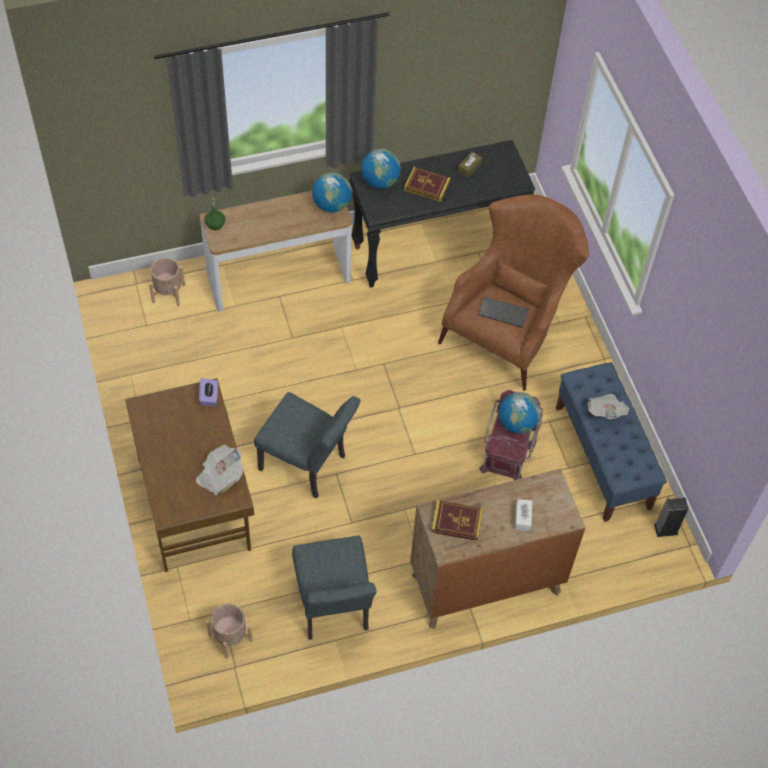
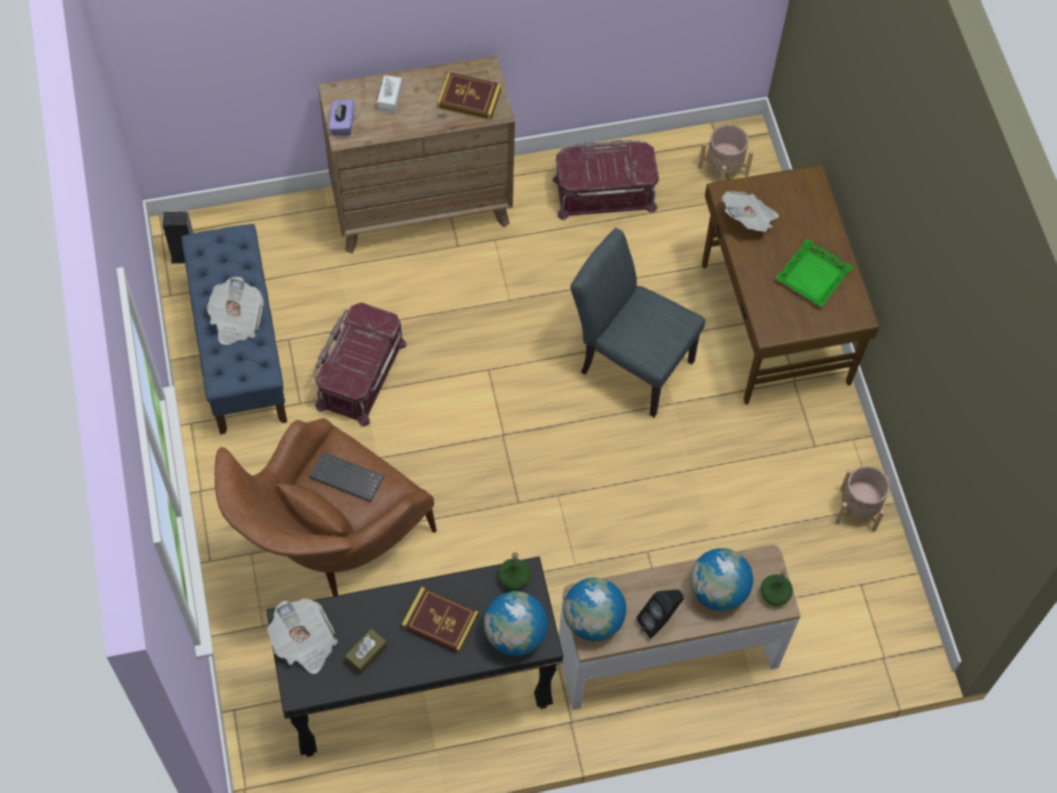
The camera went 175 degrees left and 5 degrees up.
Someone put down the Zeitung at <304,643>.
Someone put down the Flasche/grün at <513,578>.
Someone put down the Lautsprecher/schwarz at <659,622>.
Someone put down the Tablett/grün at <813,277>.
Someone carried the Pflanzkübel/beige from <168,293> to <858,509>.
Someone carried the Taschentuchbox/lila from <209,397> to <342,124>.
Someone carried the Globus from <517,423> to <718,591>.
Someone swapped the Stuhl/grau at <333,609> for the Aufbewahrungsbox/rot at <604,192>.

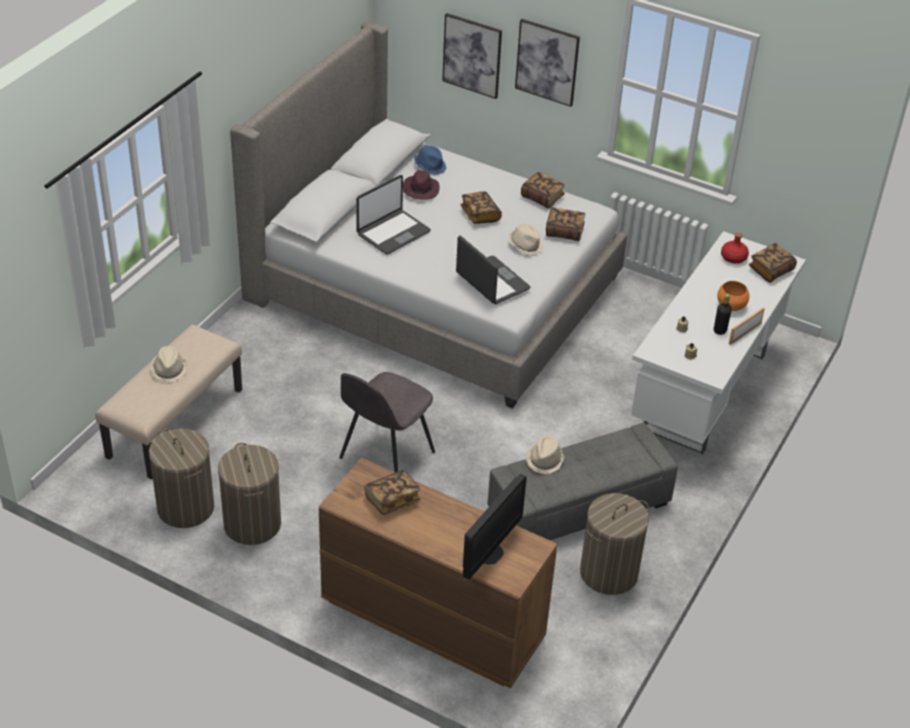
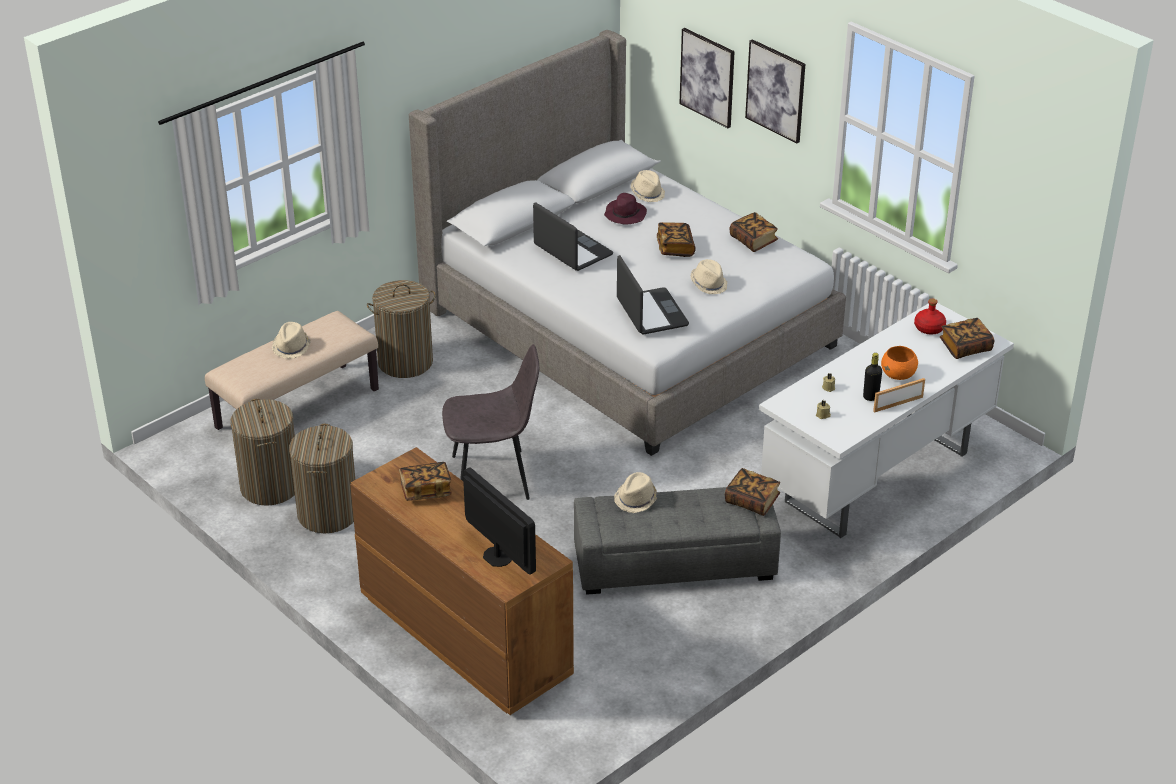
The camera went 20 degrees right and 5 degrees down.
Someone carried the Buch from <564,232> to <752,501>.
Someone carried the Wäschekorb from <608,573> to <405,362>.
Someone repainted the Hut/blau at <430,166>, which became the Hut/beige at <647,193>.
Someone rotated the Stuhl/grau at <385,456> by 150 degrees counterclockwise.
Someone rotated the Laptop at <393,232> by 105 degrees counterclockwise.
Someone rotated the Monitor at <489,553> by 90 degrees counterclockwise.

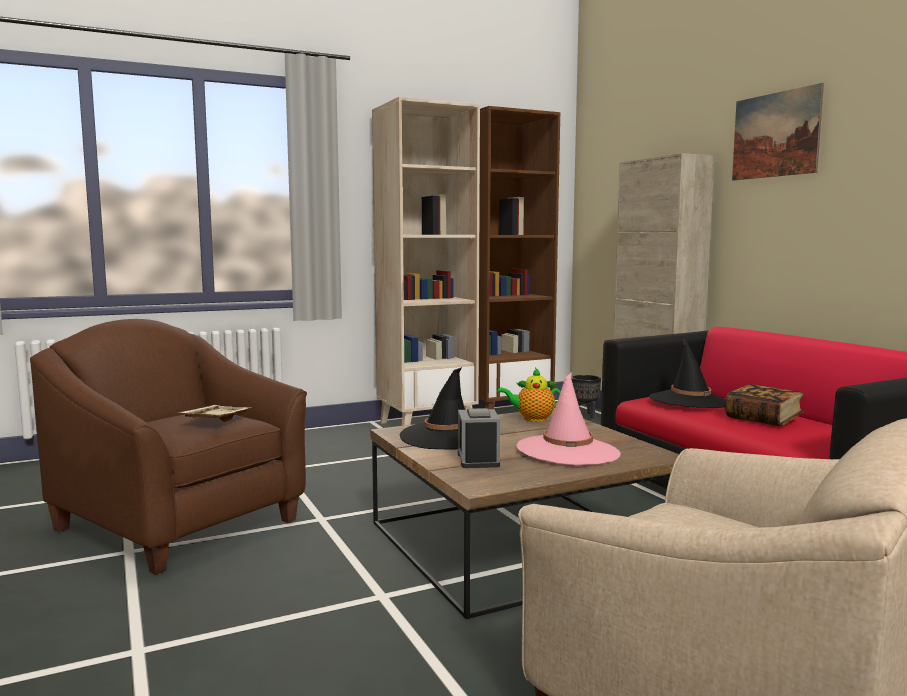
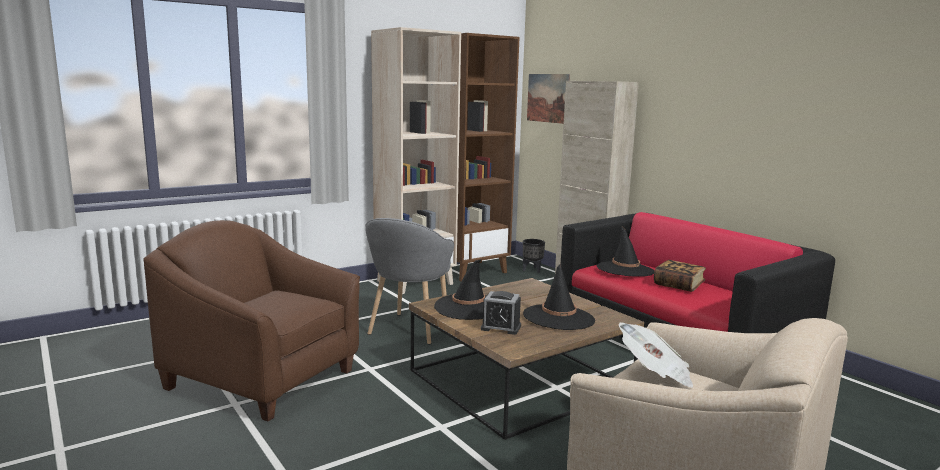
The camera went 10 degrees left and 5 degrees up.
Someone took away the Tablett/beige at <215,420>.
Someone took away the Teekanne at <532,419>.
Someone put down the Sessel/grau at <409,329>.
Someone put down the Zeitung at <655,373>.
Someone carried the Bild from <775,135> to <548,98>.
Someone repainted the Hut/rosa at <568,451>, which became the Hut/schwarz at <558,318>.
Someone rotated the Wecker at <478,459> by 60 degrees counterclockwise.

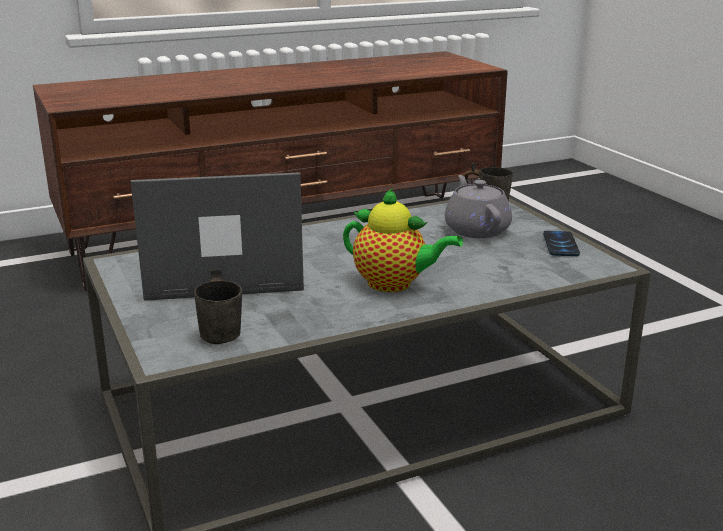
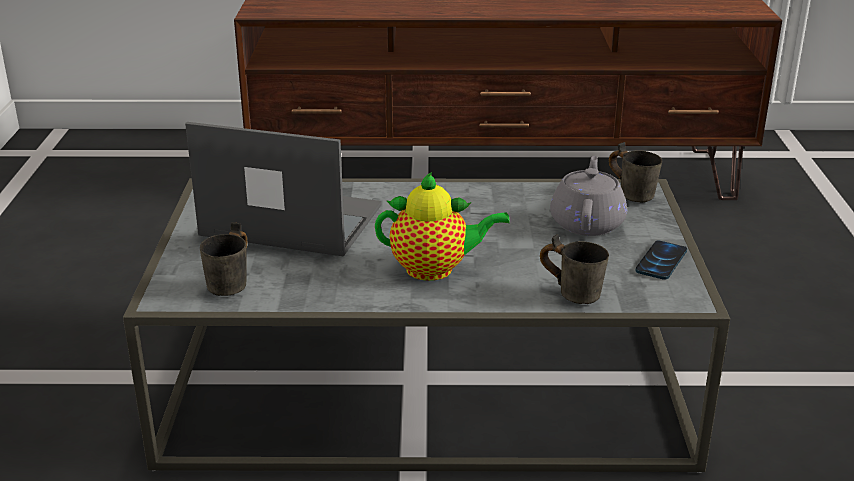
The camera went 25 degrees right and 5 degrees up.
Someone put down the Henkelbecher/grau at <574,291>.
Someone rotated the Teekanne at <394,284> by 45 degrees counterclockwise.

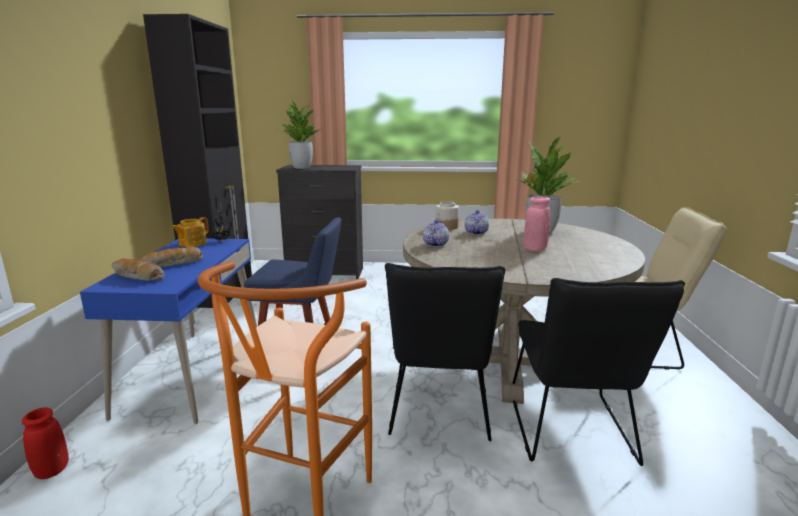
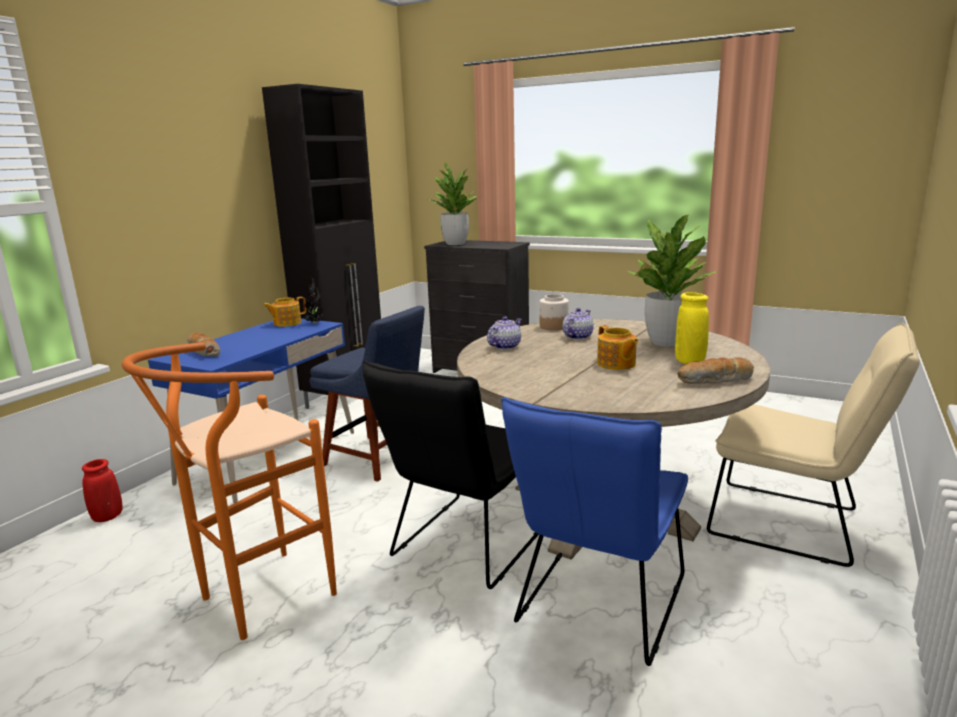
The camera went 25 degrees right and 0 degrees up.
Someone put down the Vase/gelb at <689,361>.
Someone carried the Brot from <173,264> to <716,381>.
Someone swapped the Vase/rosa at <535,249> for the Teekanne at <616,364>.
Someone repainted the Stuhl/schwarz at <571,433>, which became the Stuhl/blau at <597,606>.

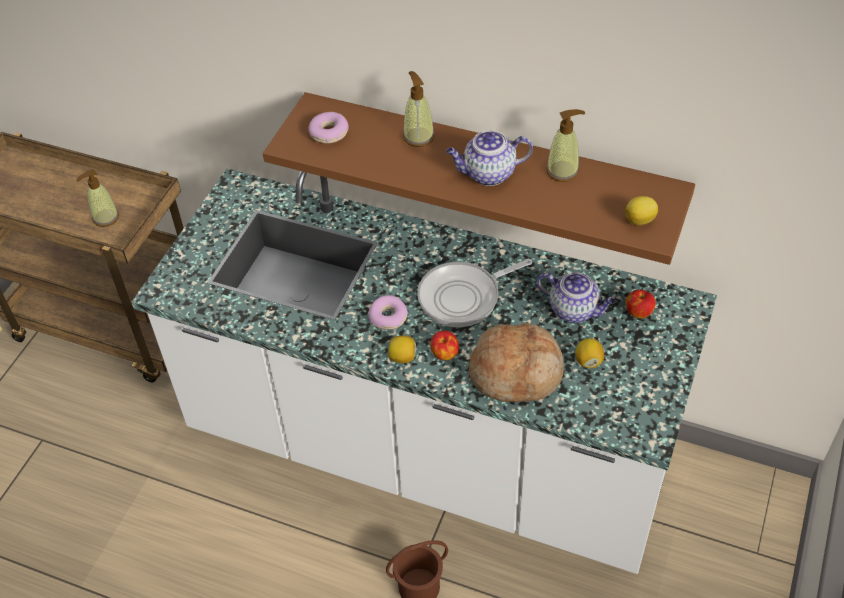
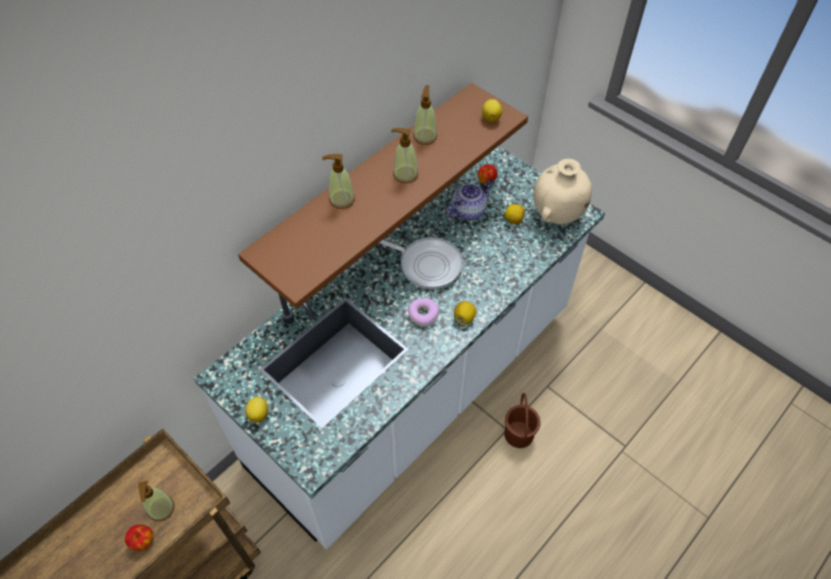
The camera went 70 degrees left and 5 degrees up.
Someone took away the Donut at <329,133>.
Someone took away the Brot at <516,372>.
Someone put down the Zitrone at <259,413>.
Someone put down the Vase/beige at <557,215>.
Someone carried the Apfel from <444,354> to <143,541>.
Someone swapped the Teekanne at <488,174> for the Seifenspender at <405,174>.
Someone rotated the Pfanne at <463,297> by 60 degrees counterclockwise.

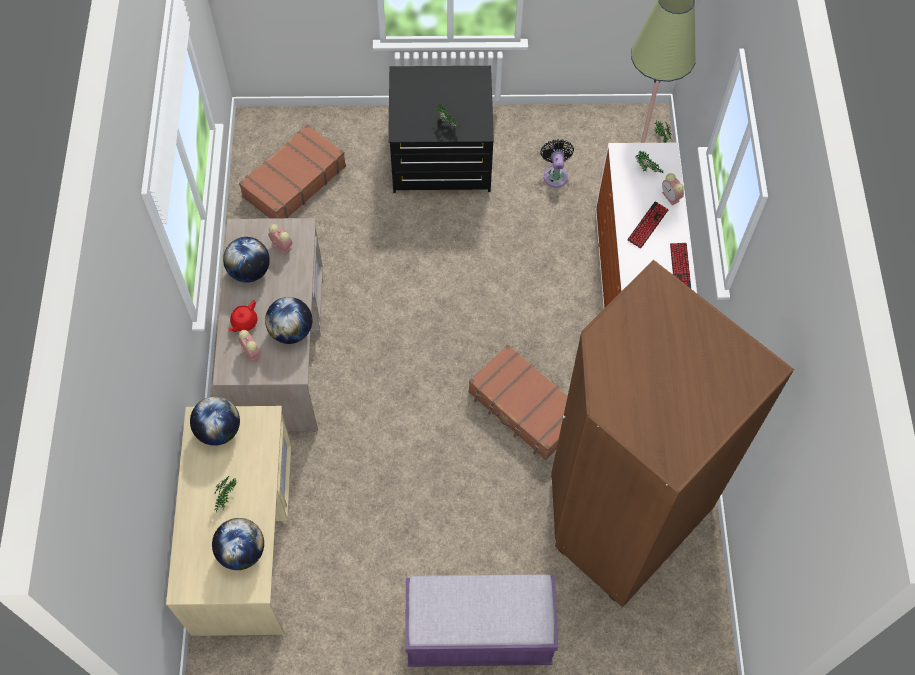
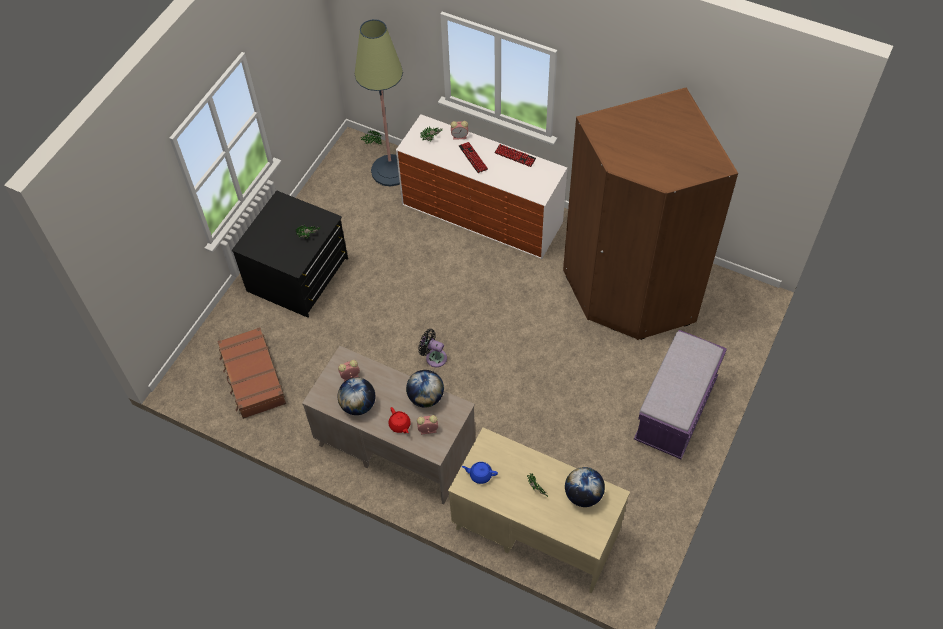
The camera went 60 degrees left and 5 degrees down.
Someone took away the Koffer/braun at <525,408>.
Someone carried the Ventilator/schwarz from <555,174> to <434,357>.
Someone swapped the Globus at <219,430> for the Teekanne/blau at <480,474>.

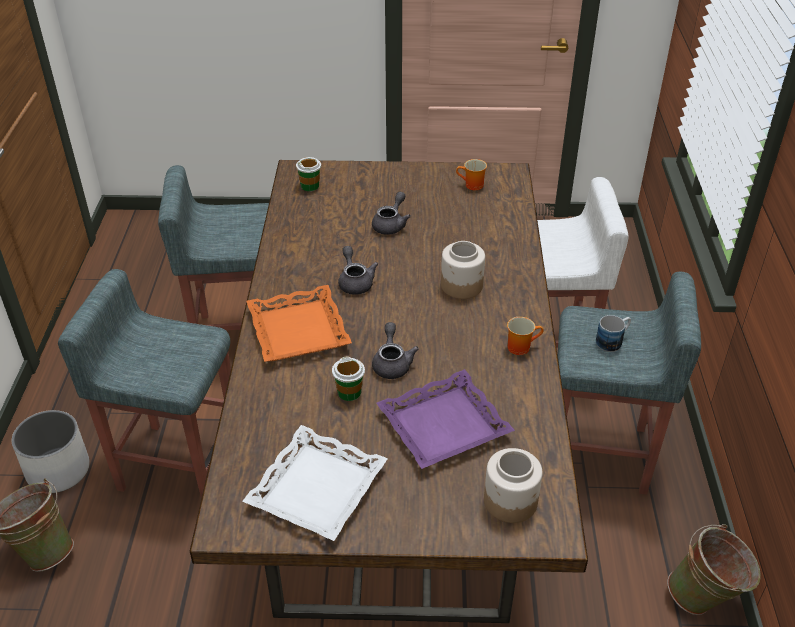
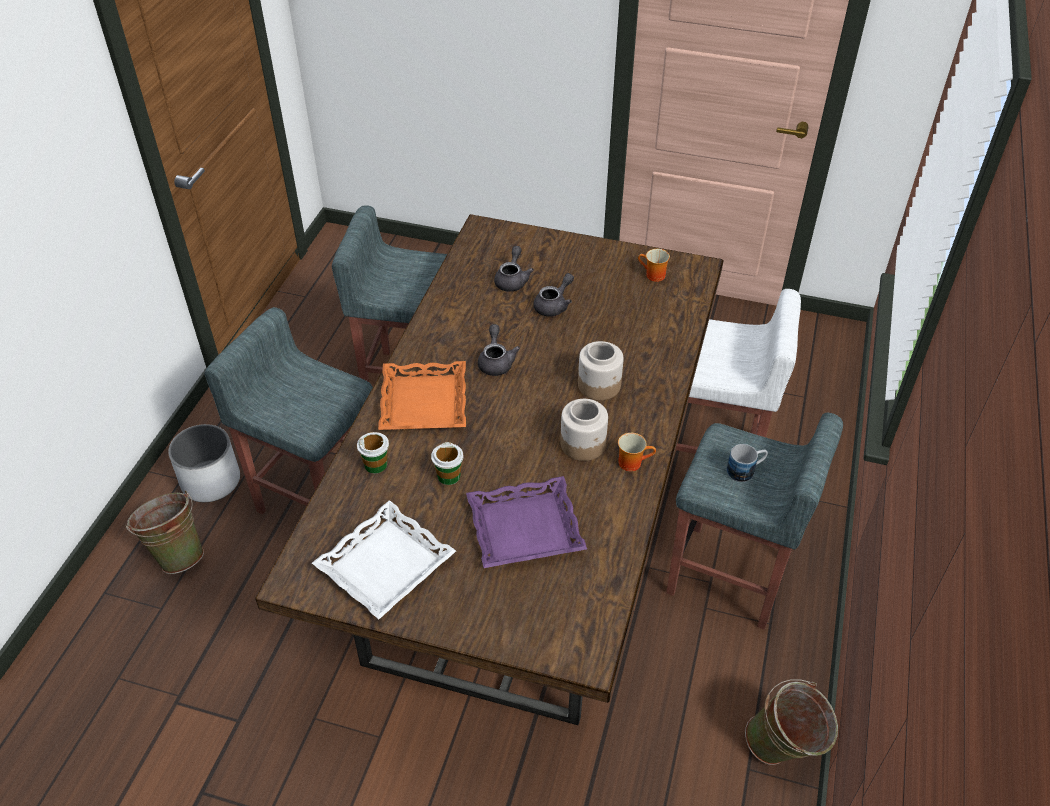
The camera went 15 degrees right and 5 degrees up.
Someone carried the Tasse from <310,186> to <376,464>.
Someone carried the Teekanne/grau from <392,363> to <512,280>.
Someone carried the Vorratsglas from <511,501> to <583,444>.

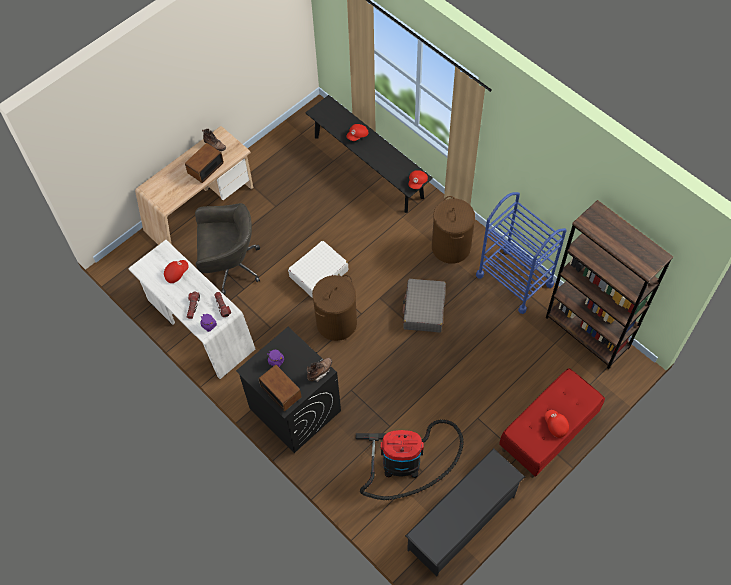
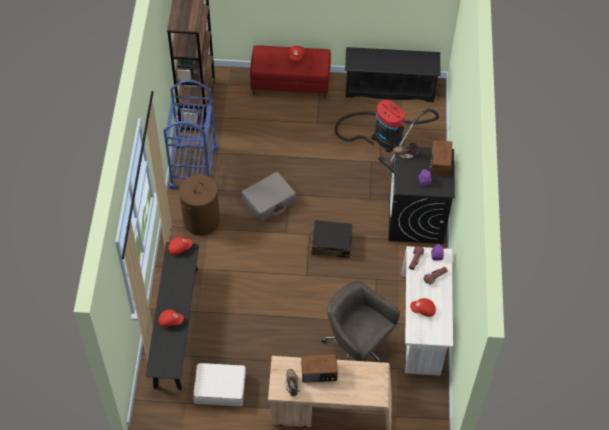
The camera went 135 degrees left and 5 degrees down.
Someone carried the Koffer/weiß from <319,274> to <219,388>.
Someone swapped the Wäschekorb/braun at <336,322> for the Koffer/schwarz at <331,243>.

